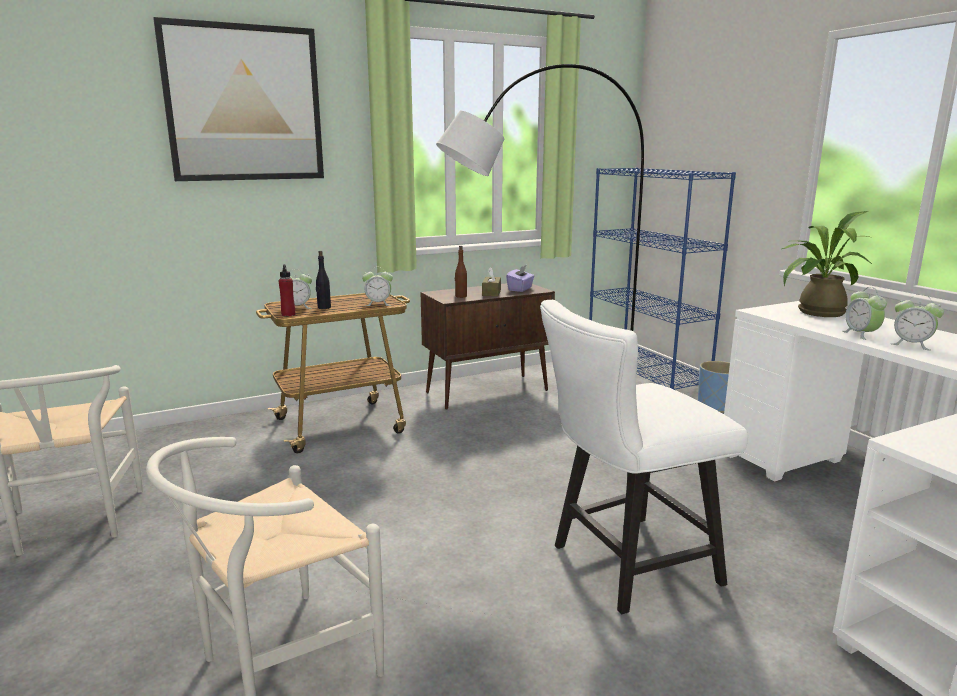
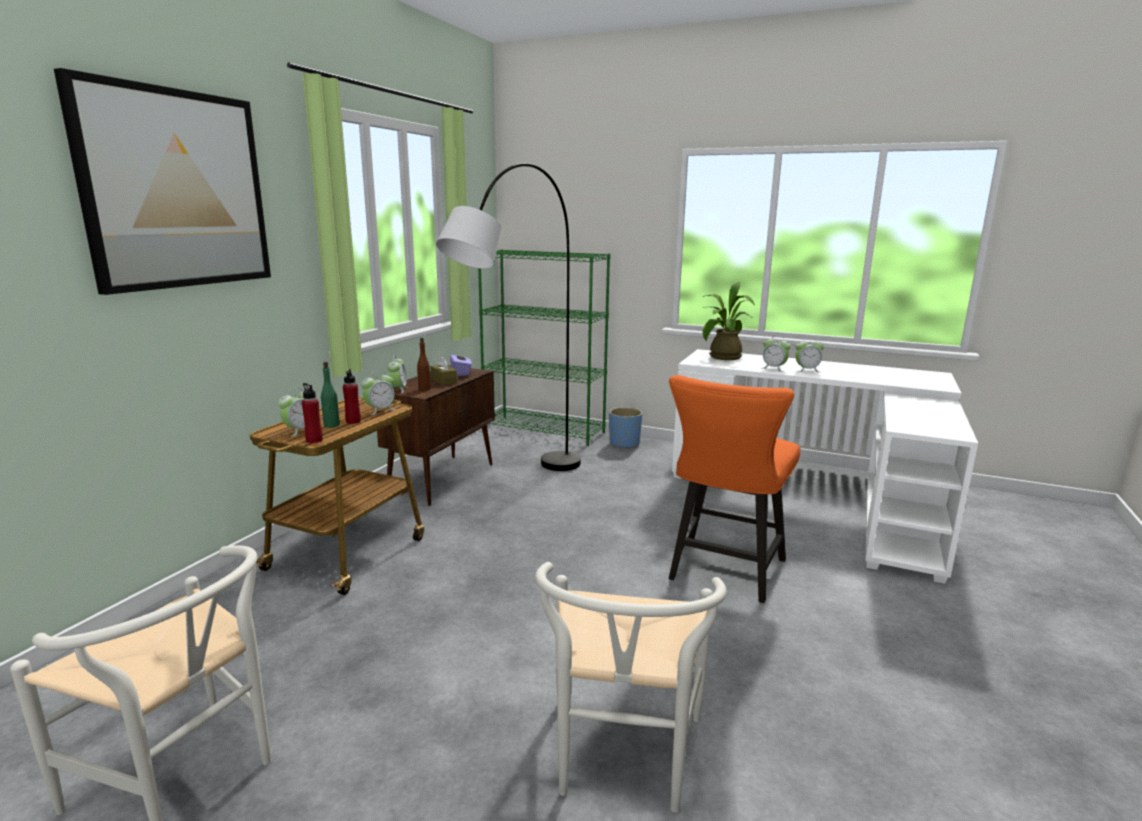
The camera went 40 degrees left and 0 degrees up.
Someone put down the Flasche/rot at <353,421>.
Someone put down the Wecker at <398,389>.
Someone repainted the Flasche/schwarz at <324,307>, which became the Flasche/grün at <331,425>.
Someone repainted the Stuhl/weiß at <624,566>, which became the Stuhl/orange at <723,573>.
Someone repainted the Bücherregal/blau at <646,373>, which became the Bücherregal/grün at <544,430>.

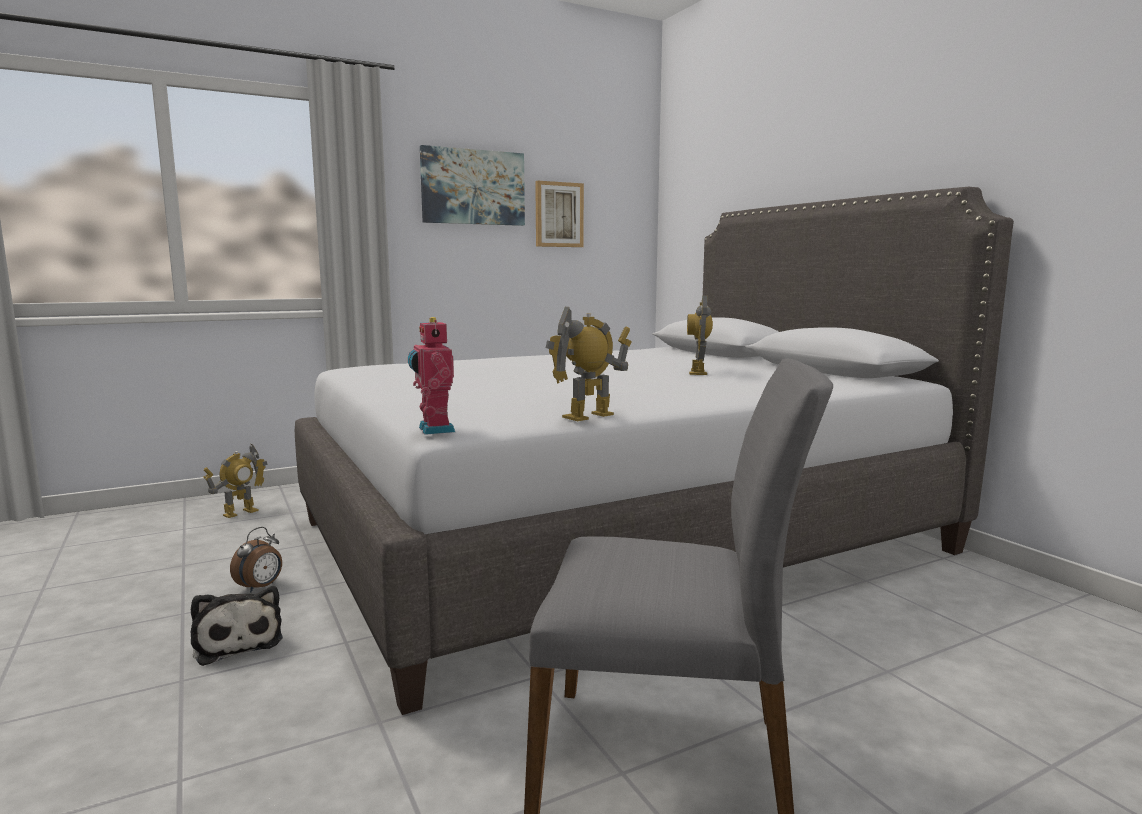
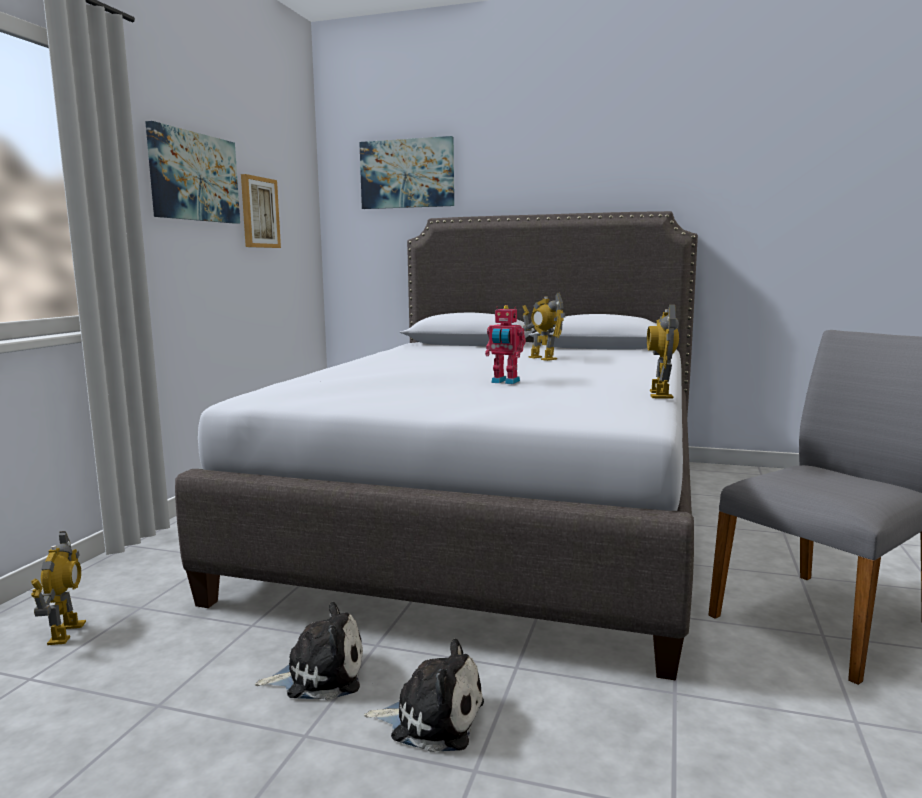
The camera went 45 degrees left and 0 degrees up.
Someone put up the Bild at <407,174>.
Someone carried the Spielzeugroboter from <433,430> to <505,382>.
Someone swapped the Wecker at <260,587> for the Plüschtier at <319,675>.

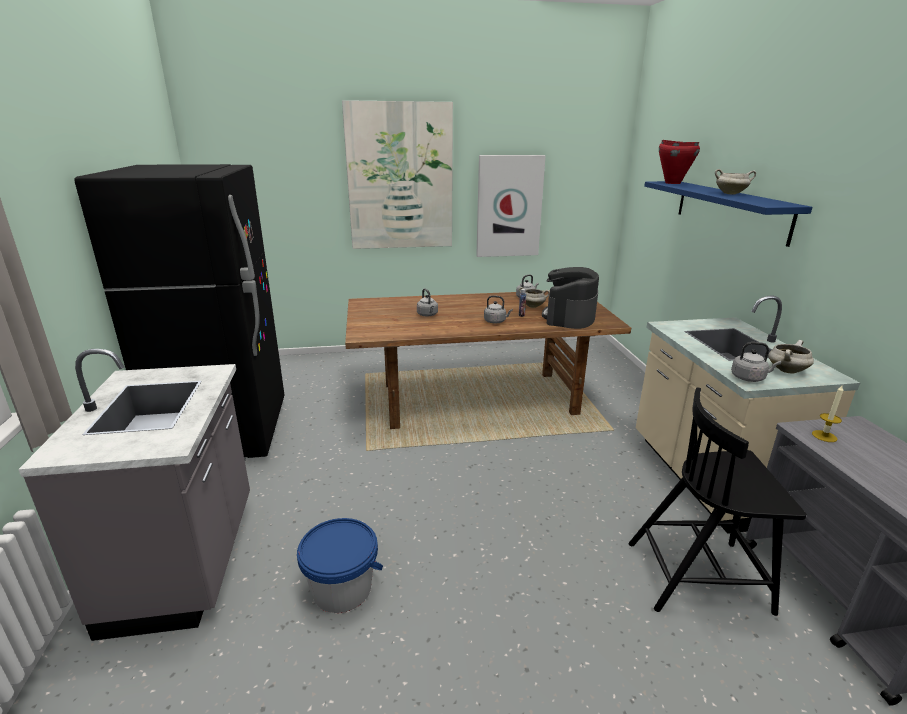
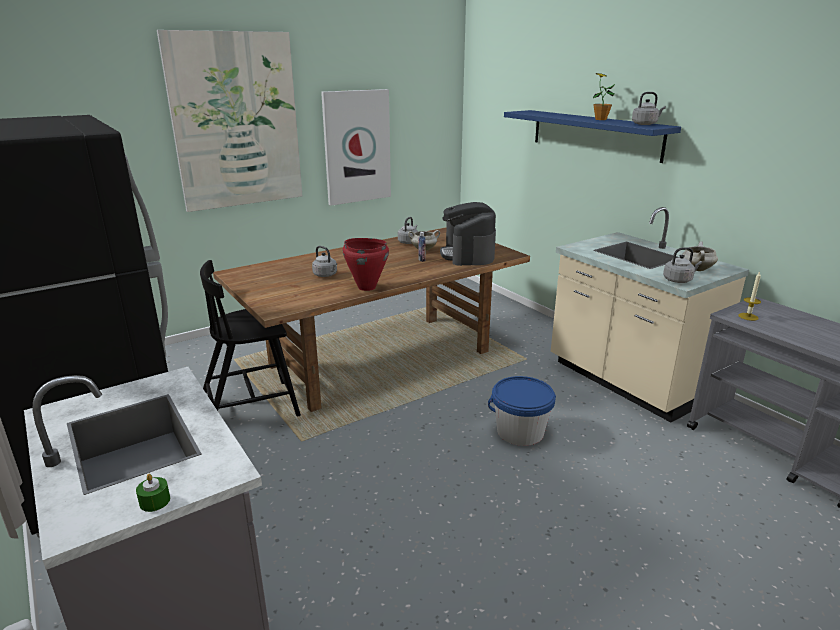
The camera went 25 degrees left and 0 degrees up.
Someone put down the Kerze/grün at <155,501>.
Someone carried the Eimer/blau from <342,589> to <520,432>.
Someone carried the Wasserkessel/grau from <496,321> to <645,124>.
Someone carried the Stuhl/schwarz from <700,576> to <251,407>.
Someone carried the Kochtopf/rot from <672,183> to <366,287>.
Someone swapped the Kochtopf/weiß at <731,194> for the Topfpflanze at <600,119>.

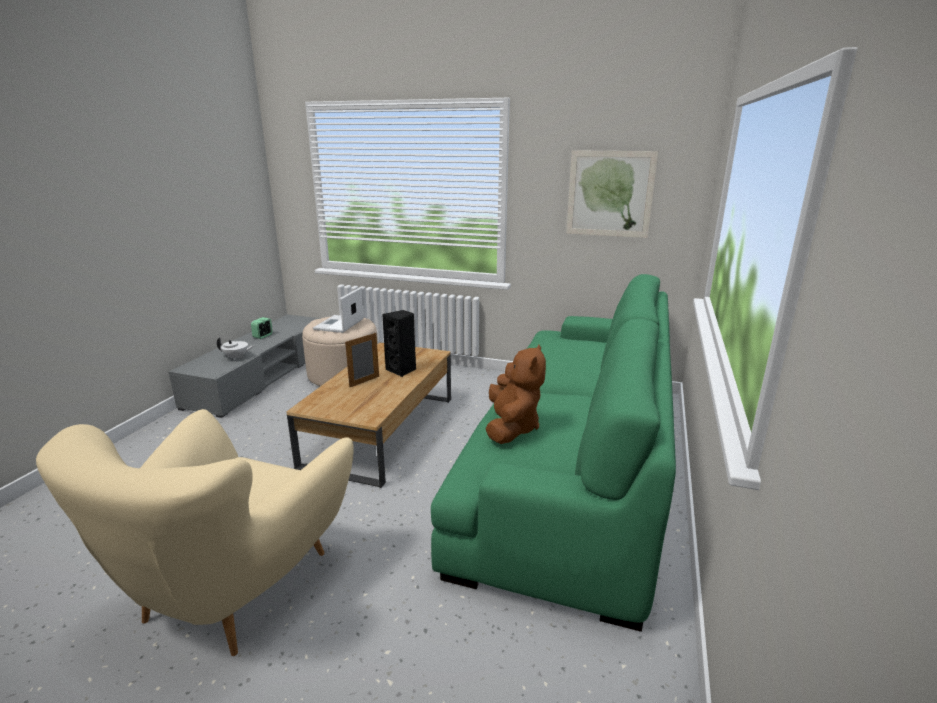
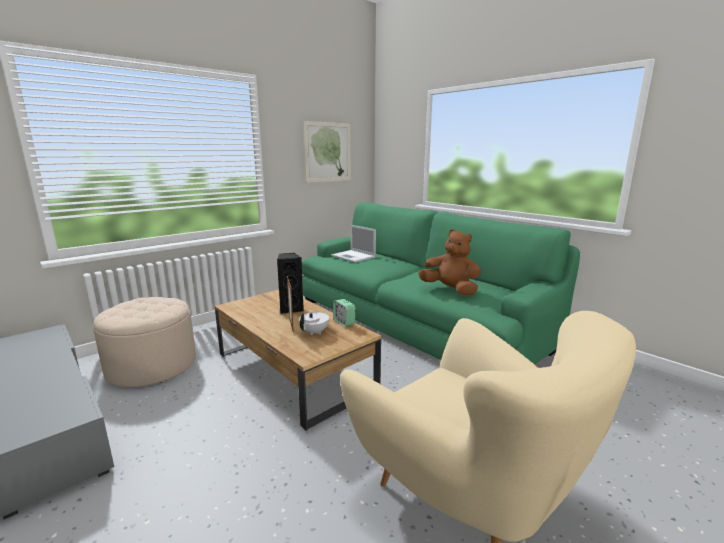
The camera went 60 degrees left and 5 degrees down.
Someone carried the Teekanne/weiß from <237,357> to <315,332>.
Someone carried the Wecker from <263,336> to <344,322>.
Someone carried the Laptop from <339,325> to <354,256>.

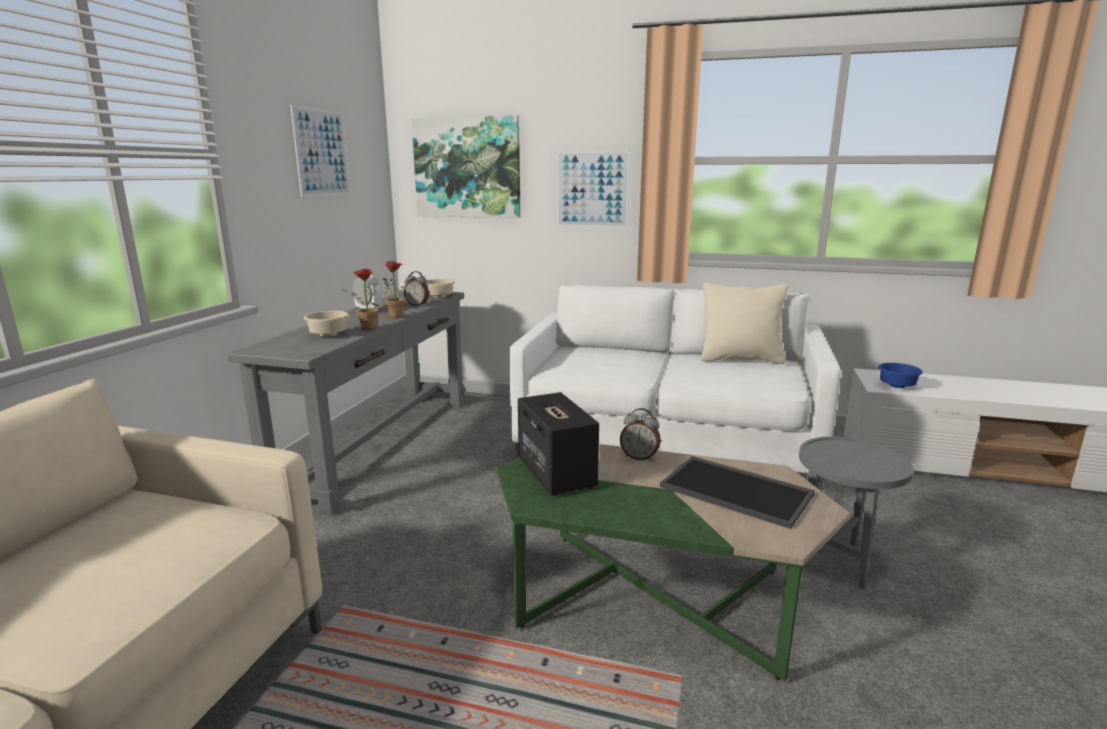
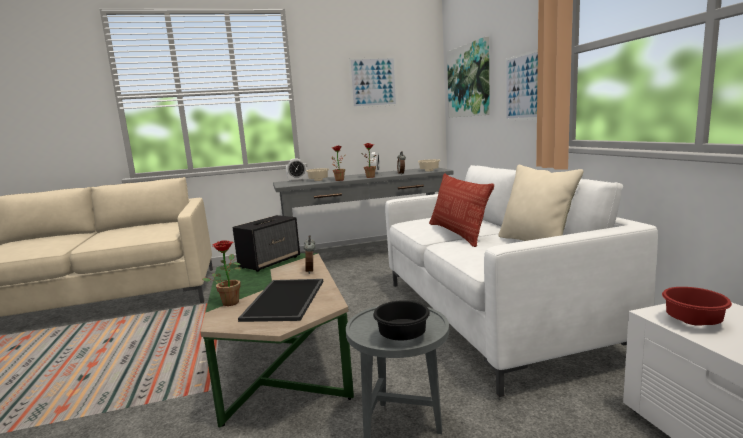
The camera went 60 degrees right and 5 degrees down.
Someone put down the Topfpflanze at <230,301>.
Someone put down the Wecker at <297,181>.
Someone put down the Schüssel/schwarz at <404,337>.
Someone put down the Kissen at <457,233>.
Someone repainted the Schüssel/blau at <895,386>, which became the Schüssel/rot at <691,321>.

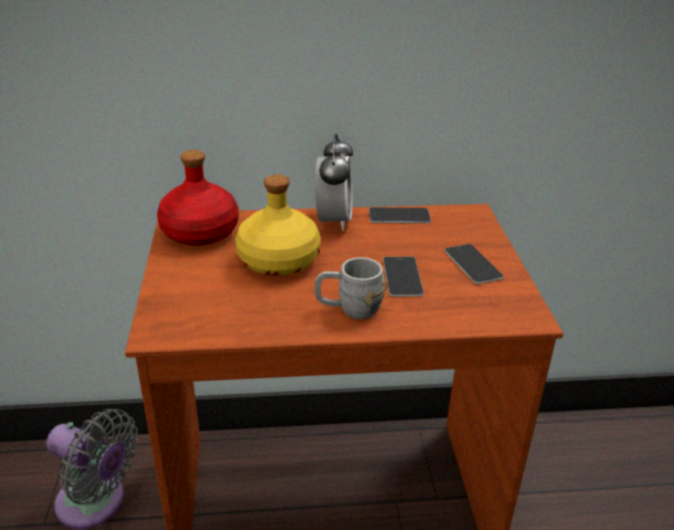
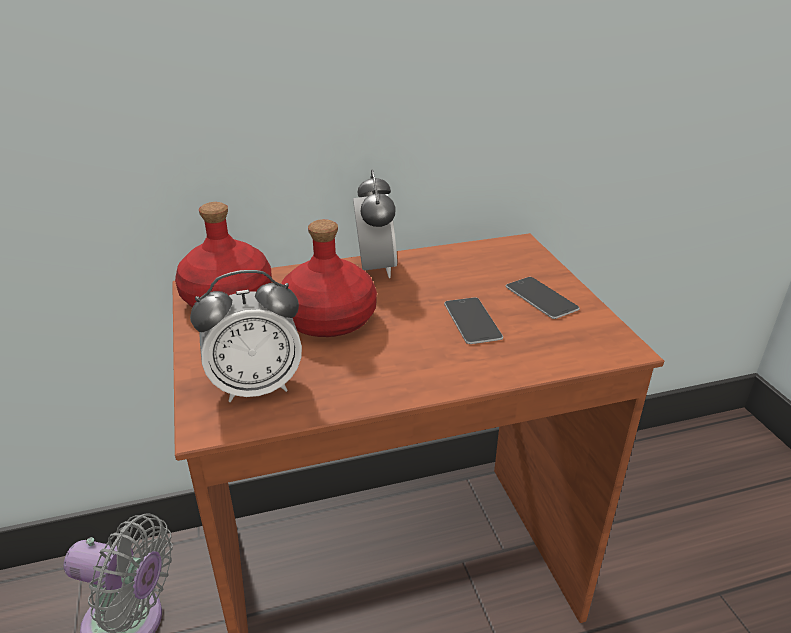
The camera went 10 degrees left and 0 degrees up.
Someone took away the Henkelbecher/grau at <349,309>.
Someone took away the Handy at <399,216>.
Someone put down the Wecker at <256,386>.
Someone repainted the Flasche/gelb at <277,260>, which became the Flasche/rot at <327,319>.

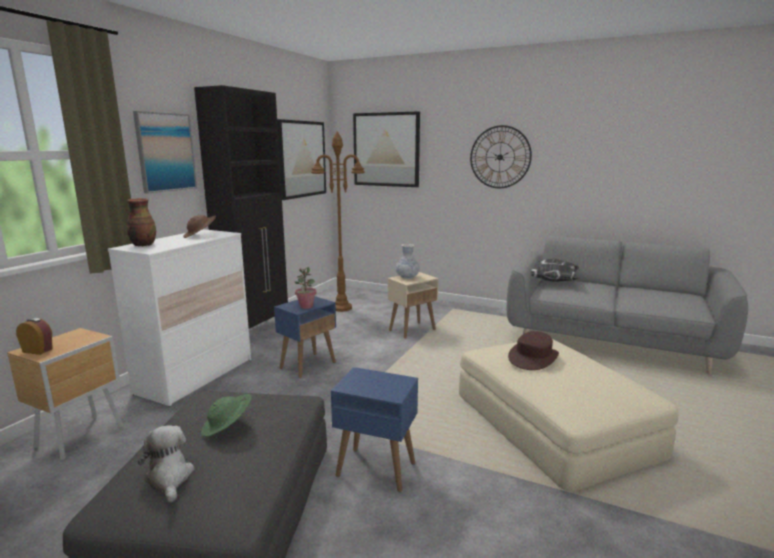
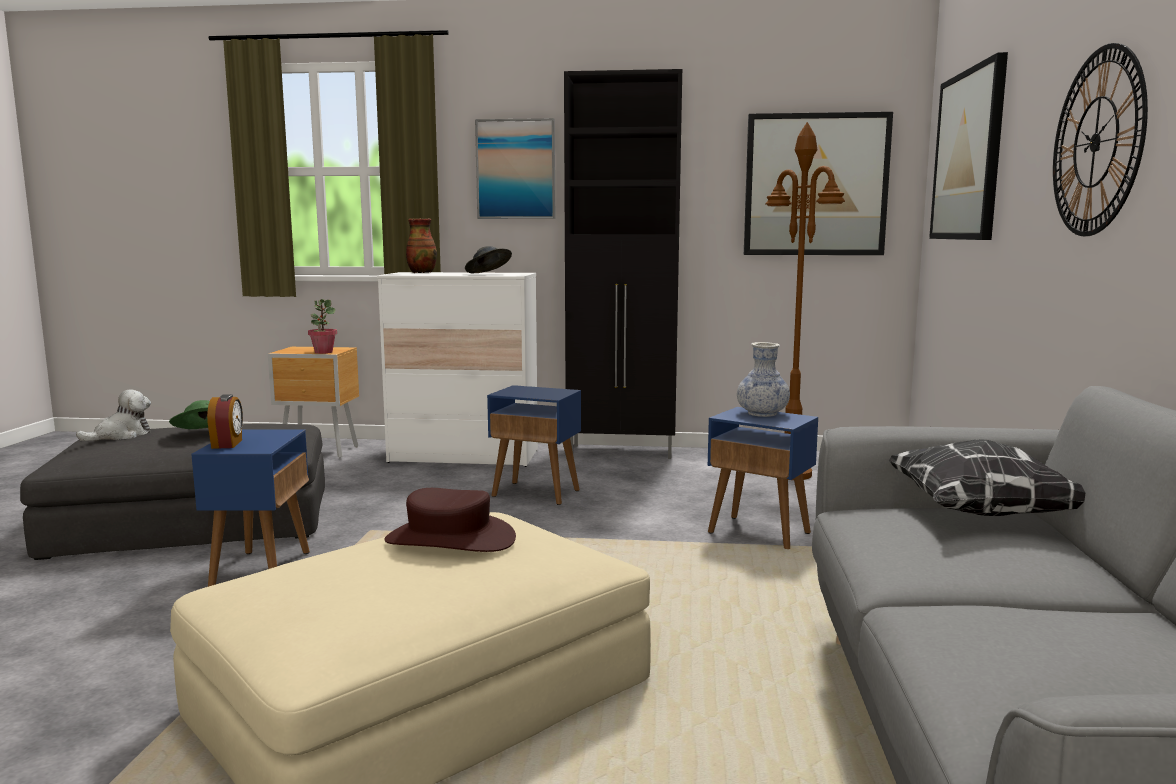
The camera went 70 degrees right and 5 degrees down.
Someone carried the Wecker from <38,350> to <228,444>.
Someone carried the Topfpflanze from <306,306> to <323,352>.
Someone repainted the Hut/braun at <200,236>, which became the Hut/grau at <488,274>.
Someone repainted the Beistelltisch/beige at <412,330>, which became the Beistelltisch/blau at <760,533>.

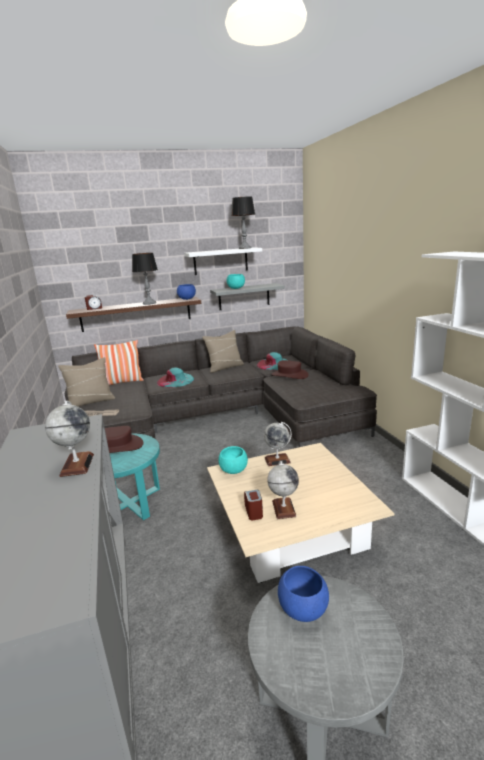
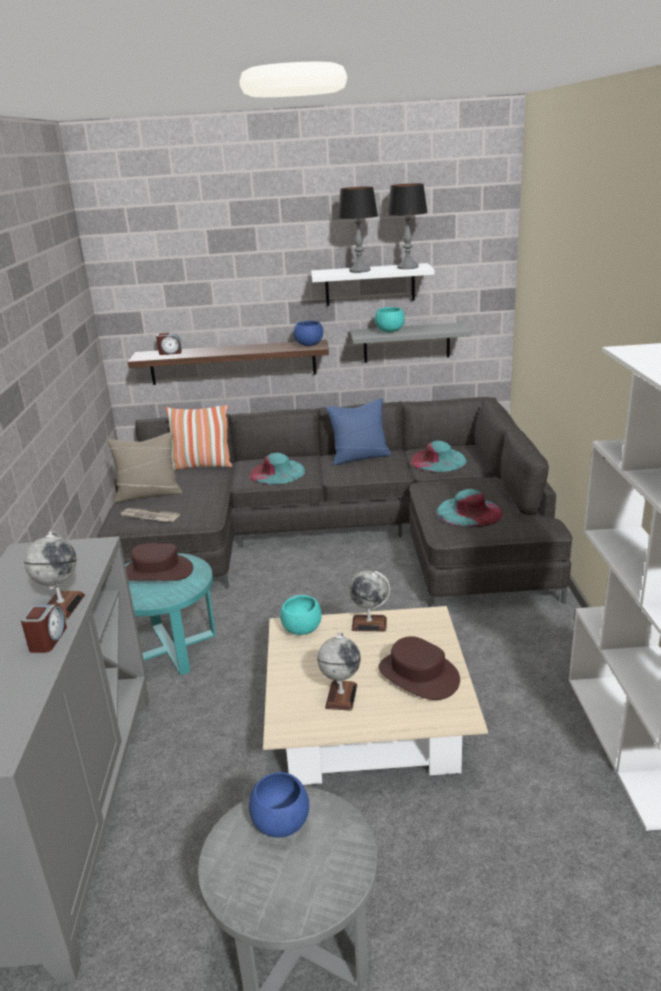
The camera went 15 degrees right and 5 degrees up.
Someone put down the Hut/türkis at <469,512>.
Someone carried the Tischlampe from <149,303> to <359,271>.
Someone carried the Wecker from <254,511> to <47,640>.
Someone carried the Hut/braun from <289,375> to <418,675>.
Someone repainted the Kissen/beige at <225,367>, which became the Kissen/blau at <360,457>.

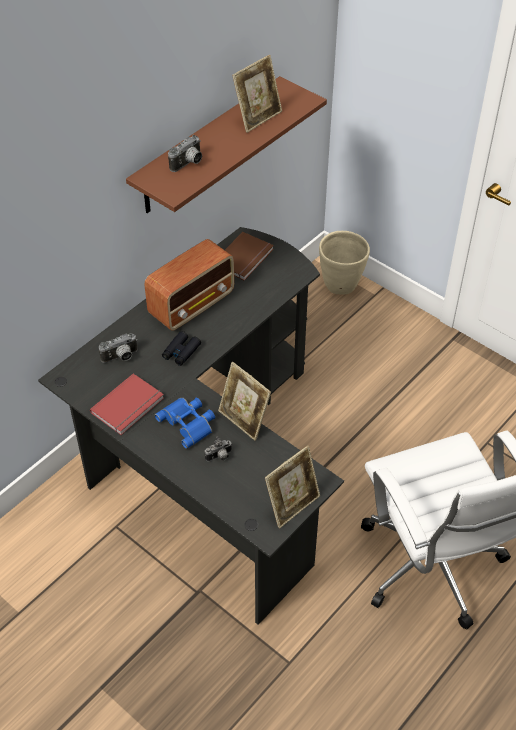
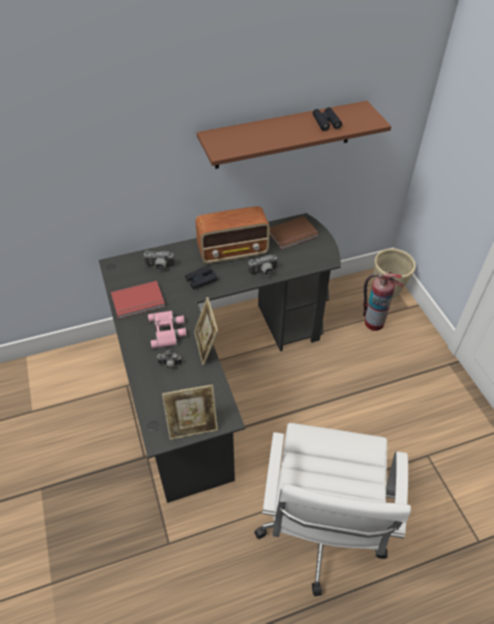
The camera went 30 degrees right and 0 degrees up.
Someone put down the Feuerlöscher at <373,322>.
Someone carried the Kamera from <188,164> to <264,273>.
Someone swapped the Bilderrahmen at <258,118> for the Fernglas/schwarz at <326,122>.
Someone repainted the Fernglas/blau at <189,423>, which became the Fernglas/rosa at <168,331>.

